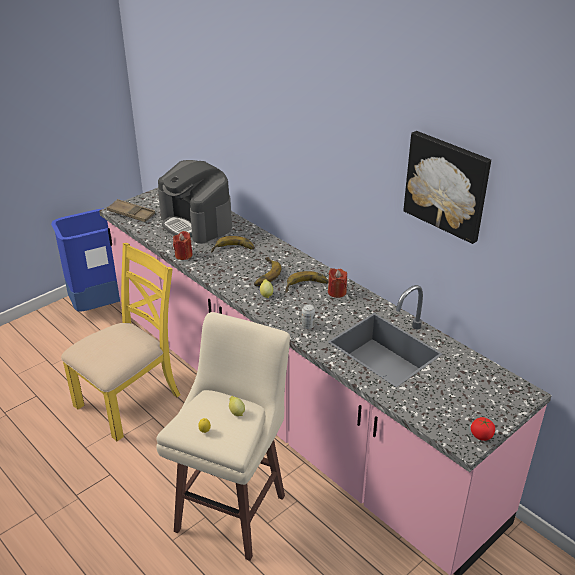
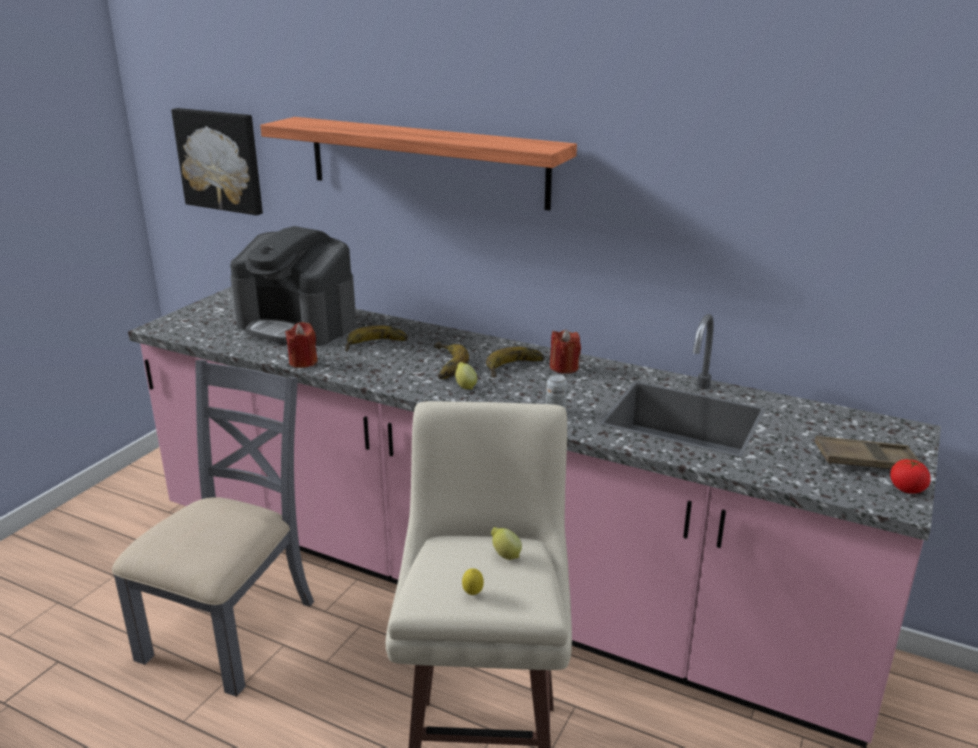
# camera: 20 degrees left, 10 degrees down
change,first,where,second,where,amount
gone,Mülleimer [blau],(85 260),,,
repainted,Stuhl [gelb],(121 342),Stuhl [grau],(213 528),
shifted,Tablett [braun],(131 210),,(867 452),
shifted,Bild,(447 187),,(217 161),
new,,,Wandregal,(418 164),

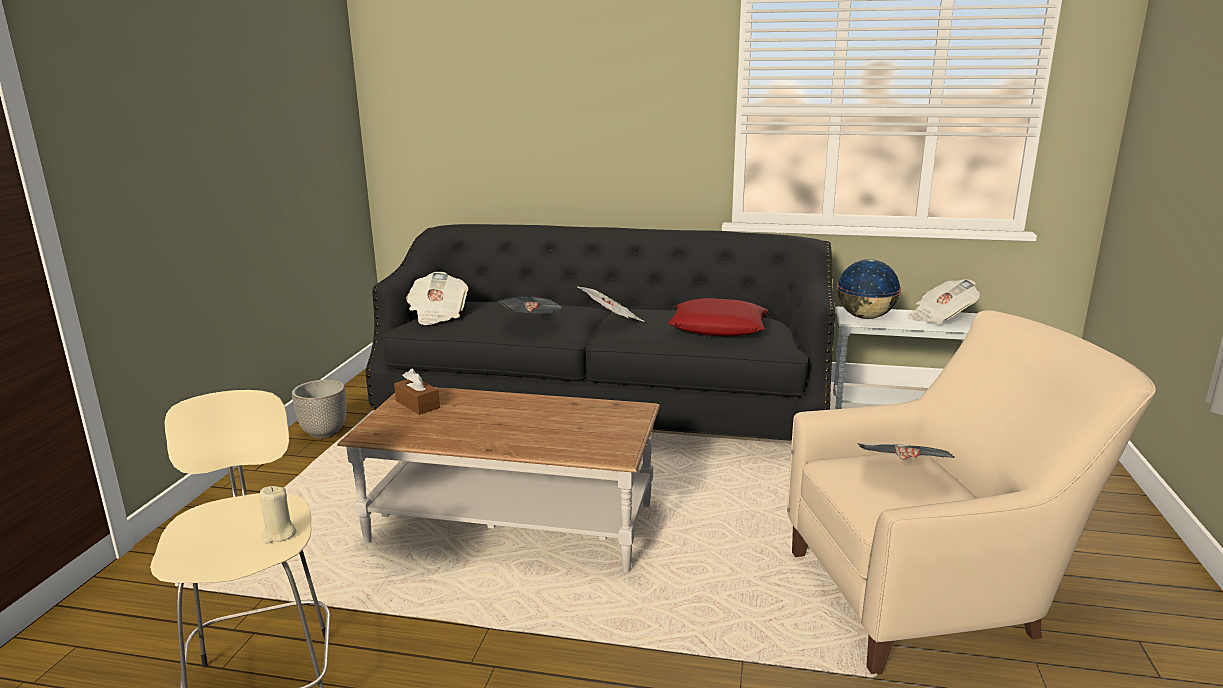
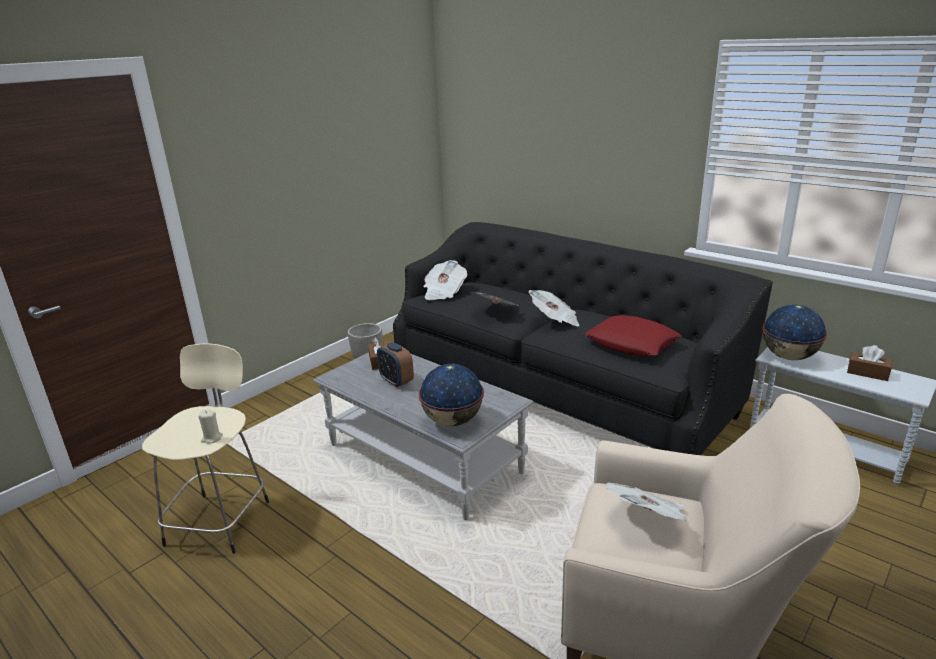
# camera: 30 degrees right, 5 degrees up
change,first,where,second,where,amount
repainted,Couchtisch [braun],(498 480),Couchtisch [grau],(423 432),
swapped,Zeitung,(944 301),Taschentuchbox [braun],(869 363),
new,,,Wecker,(395 364),
new,,,Globus,(451 395),

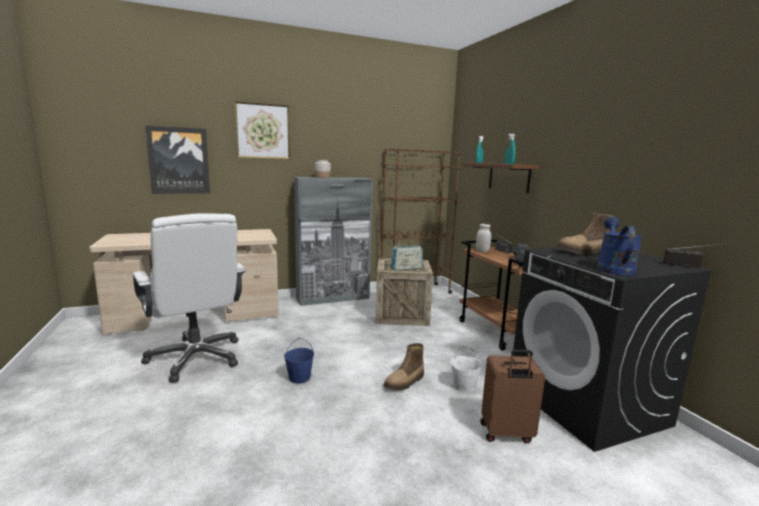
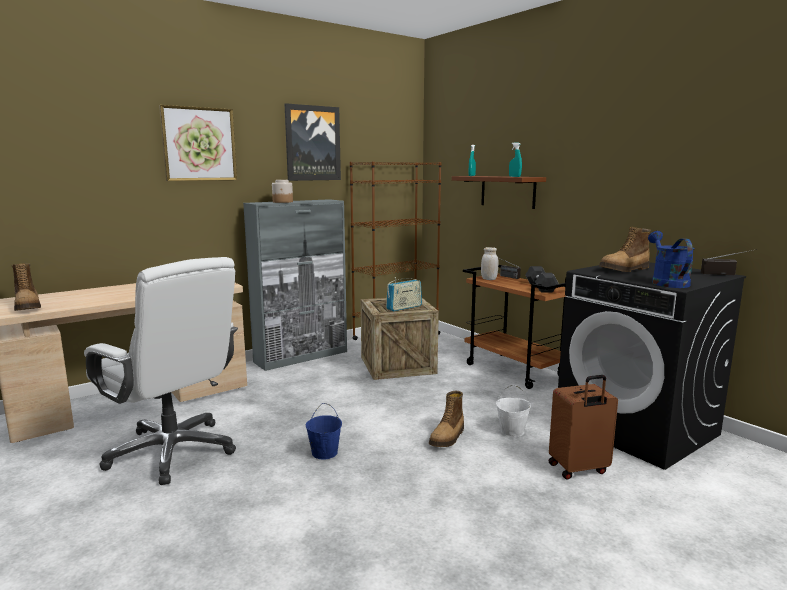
# camera: 15 degrees left, 0 degrees up
change,first,where,second,where,amount
shifted,Bild,(177 160),,(313 142),
new,,,Stiefel,(26 287),

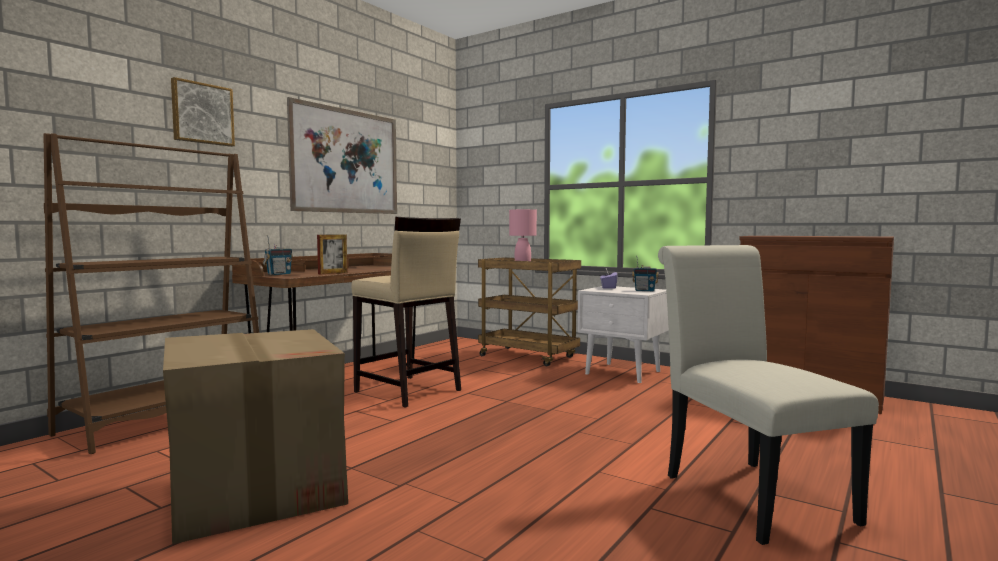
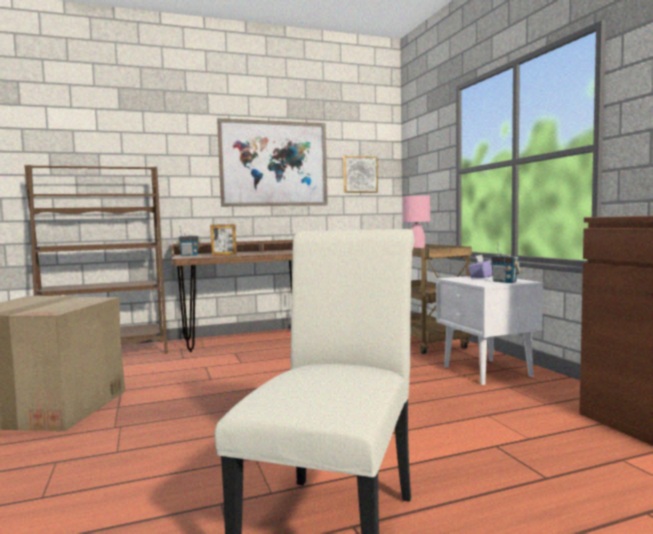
# camera: 35 degrees right, 0 degrees up
change,first,where,second,where,amount
shifted,Bild,(203 112),,(360 174),
gone,Hocker [beige],(406 312),,,

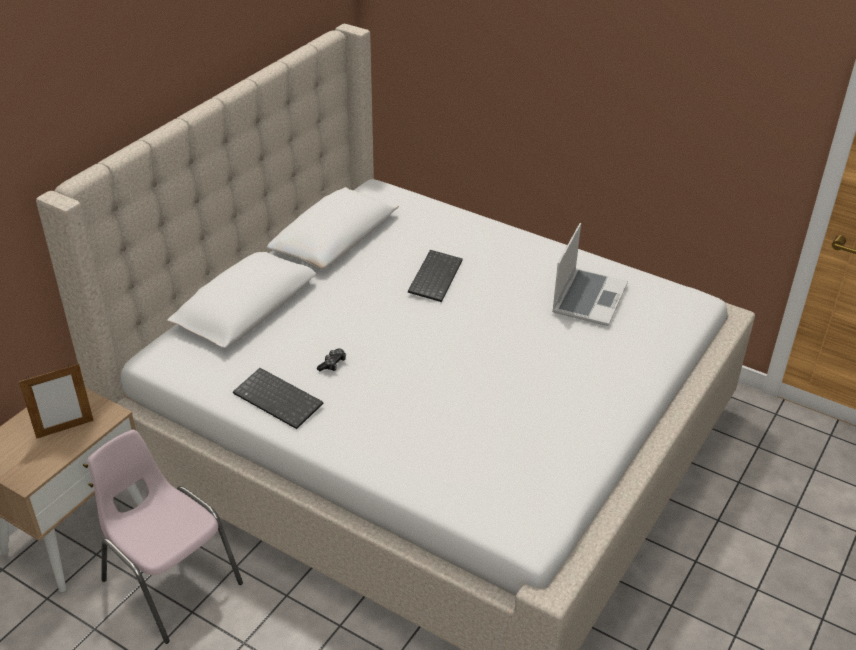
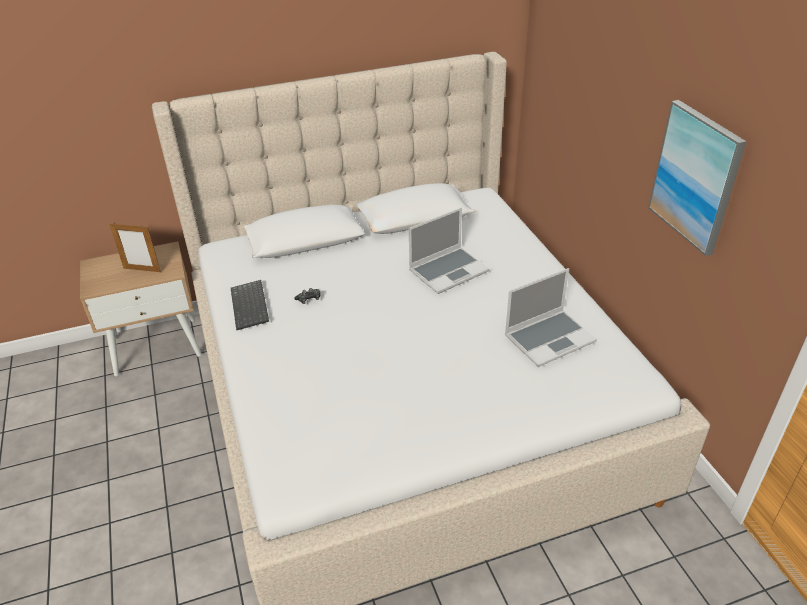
# camera: 40 degrees right, 0 degrees up
change,first,where,second,where,amount
gone,Stuhl [rosa],(165 537),,,
swapped,Tastatur,(435 276),Laptop,(449 251),
new,,,Bild,(697 178),

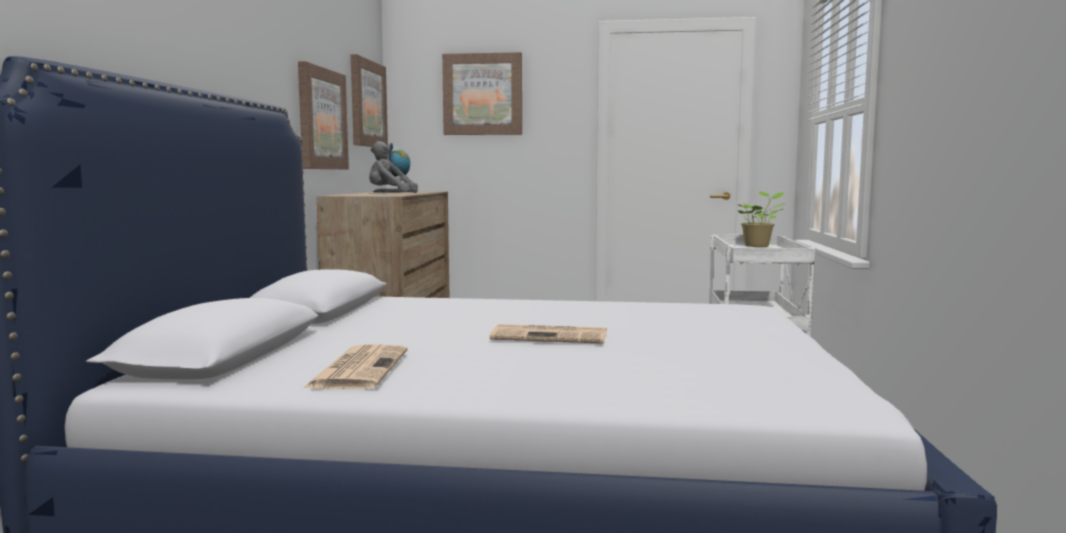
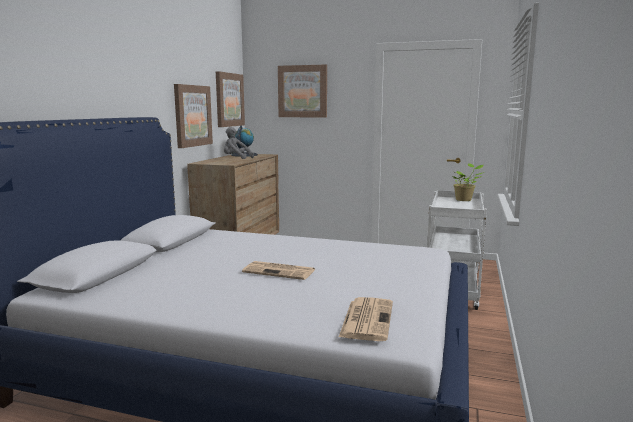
# camera: 10 degrees right, 5 degrees up
change,first,where,second,where,amount
shifted,Zeitung,(355 366),,(366 319),

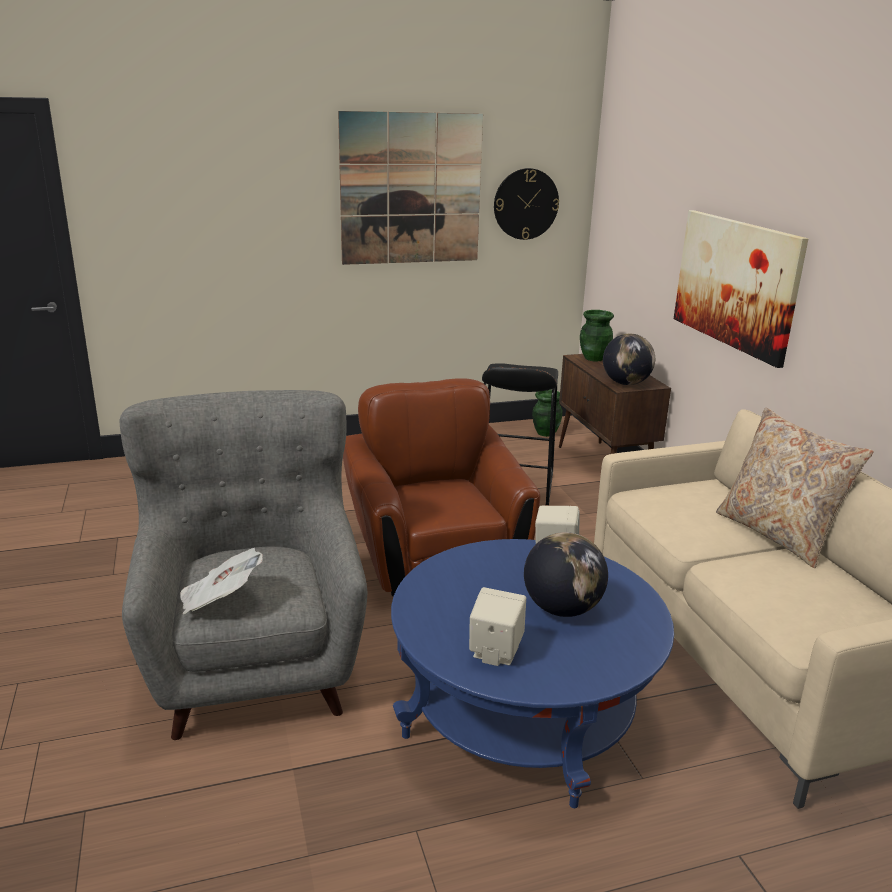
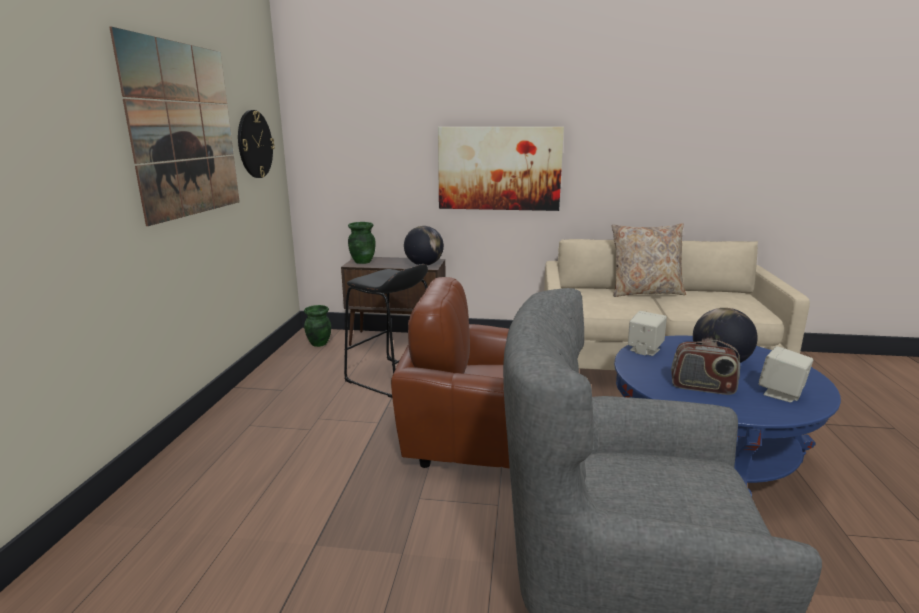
# camera: 65 degrees left, 5 degrees down
change,first,where,second,where,amount
gone,Zeitung,(221 581),,,
new,,,Radio,(705 367),

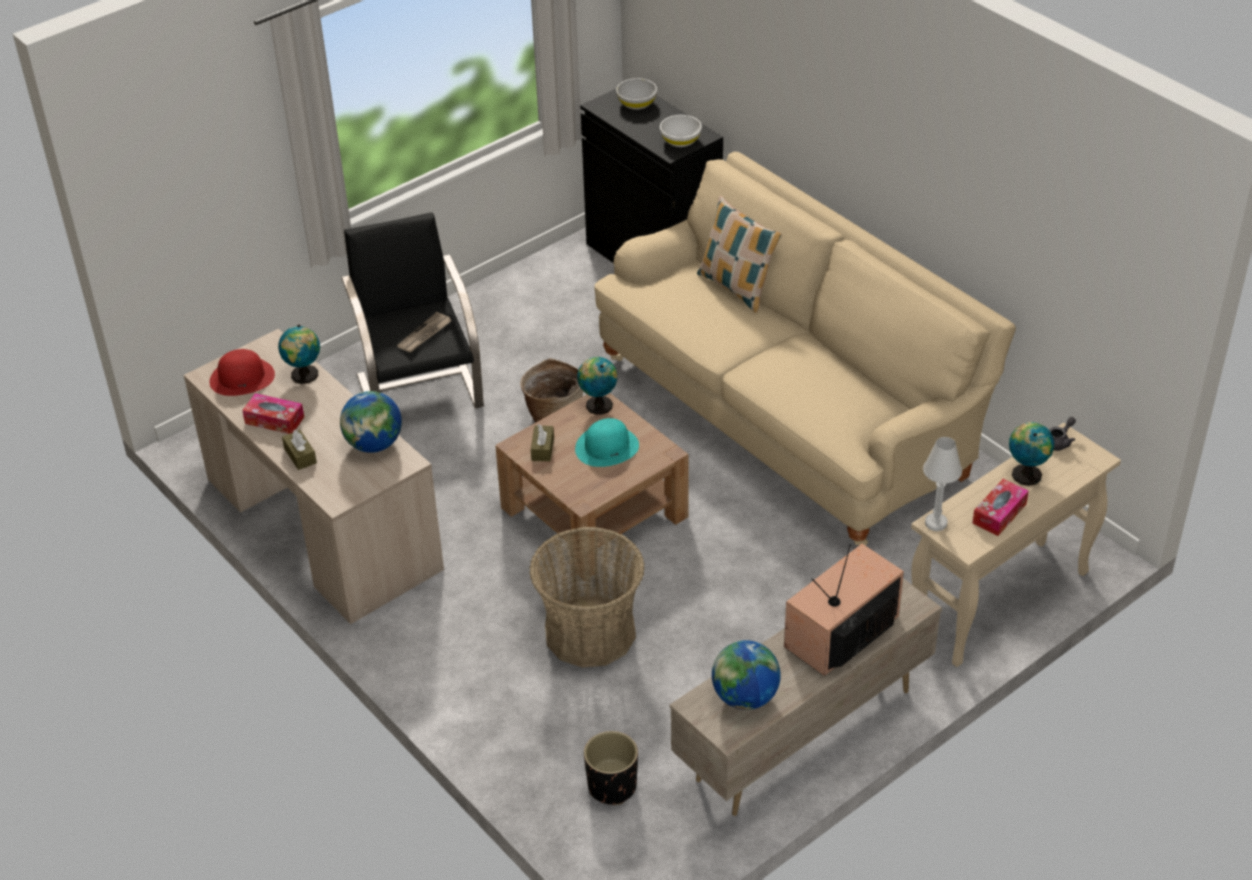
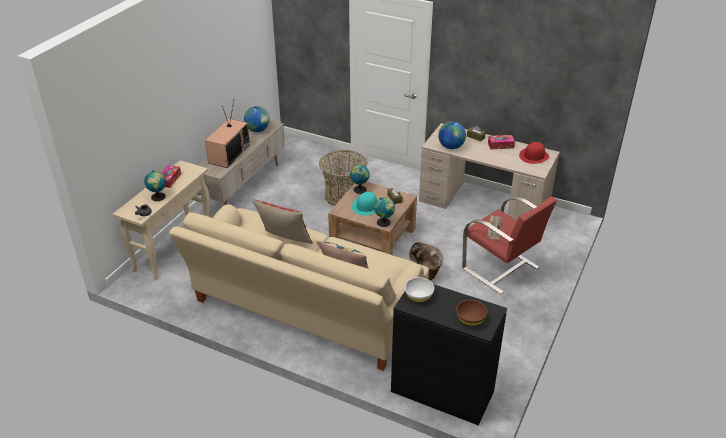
# camera: 155 degrees right, 5 degrees down
change,first,where,second,where,amount
shifted,Globus,(299 354),,(360 179),
repainted,Sessel [schwarz],(412 310),Sessel [rot],(509 245),
gone,Pflanzkübel [schwarz],(611 768),,,
repainted,Schüssel [weiß],(636 94),Schüssel [braun],(471 313),
gone,Tischlampe [weiß],(942 484),,,
new,,,Kissen,(282 221),

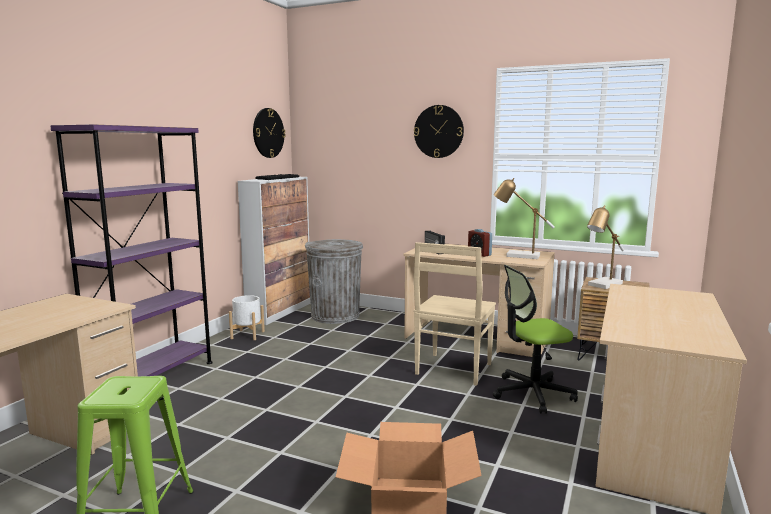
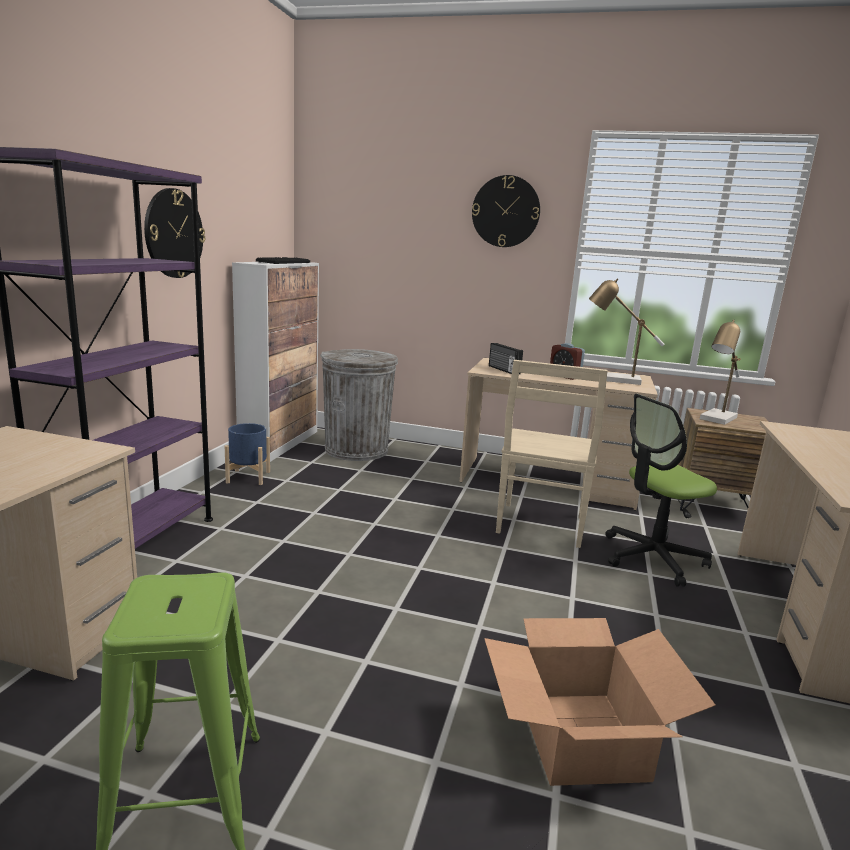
# camera: 10 degrees left, 5 degrees up
change,first,where,second,where,amount
repainted,Pflanzkübel [weiß],(247 317),Pflanzkübel [blau],(247 454),
shifted,Wanduhr,(269 133),,(174 233),

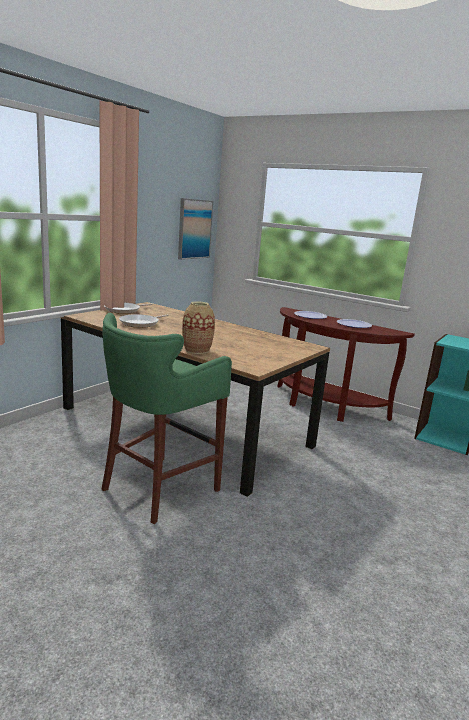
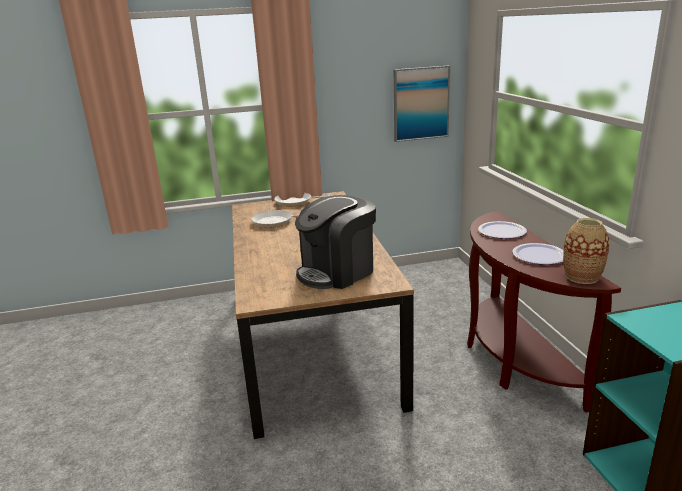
# camera: 45 degrees right, 5 degrees up
change,first,where,second,where,amount
gone,Hocker [grün],(167 418),,,
shifted,Vase,(198 327),,(586 251),
new,,,Kaffeemaschine,(335 242),

